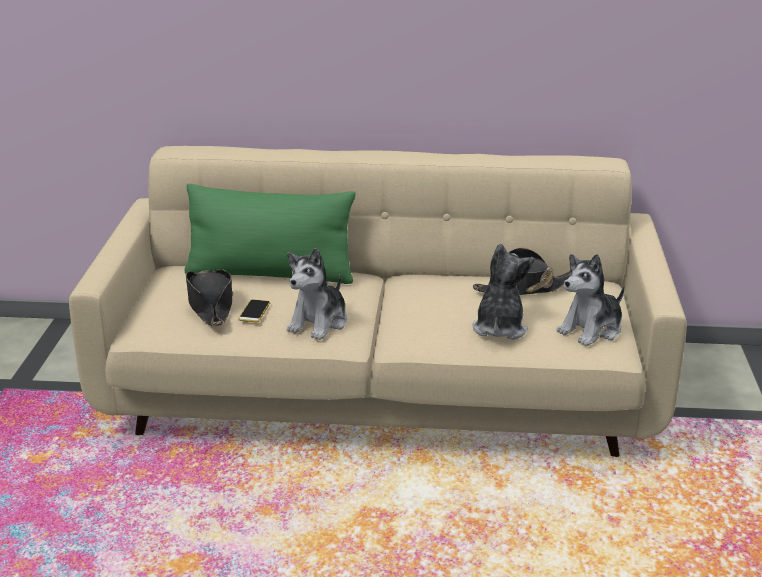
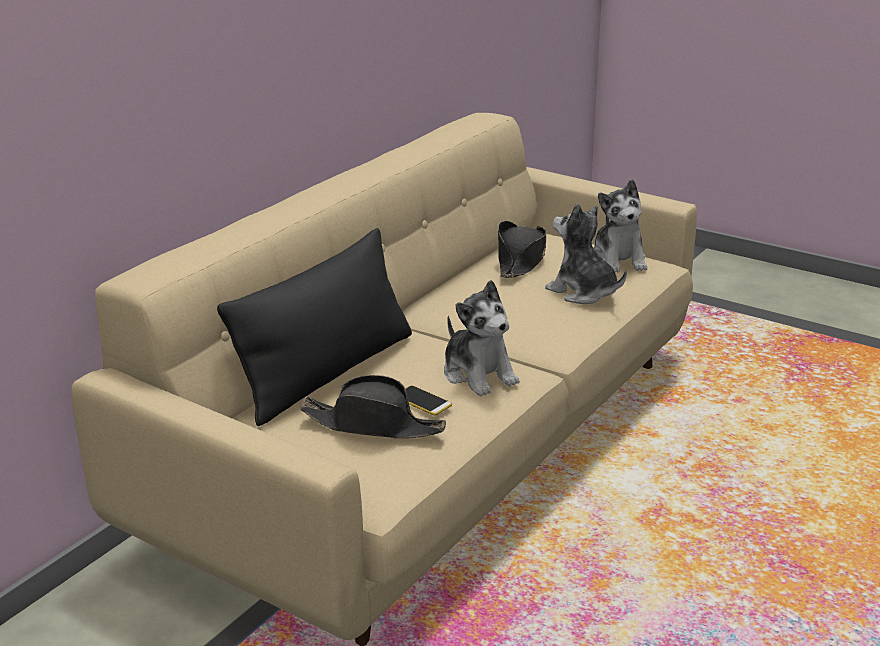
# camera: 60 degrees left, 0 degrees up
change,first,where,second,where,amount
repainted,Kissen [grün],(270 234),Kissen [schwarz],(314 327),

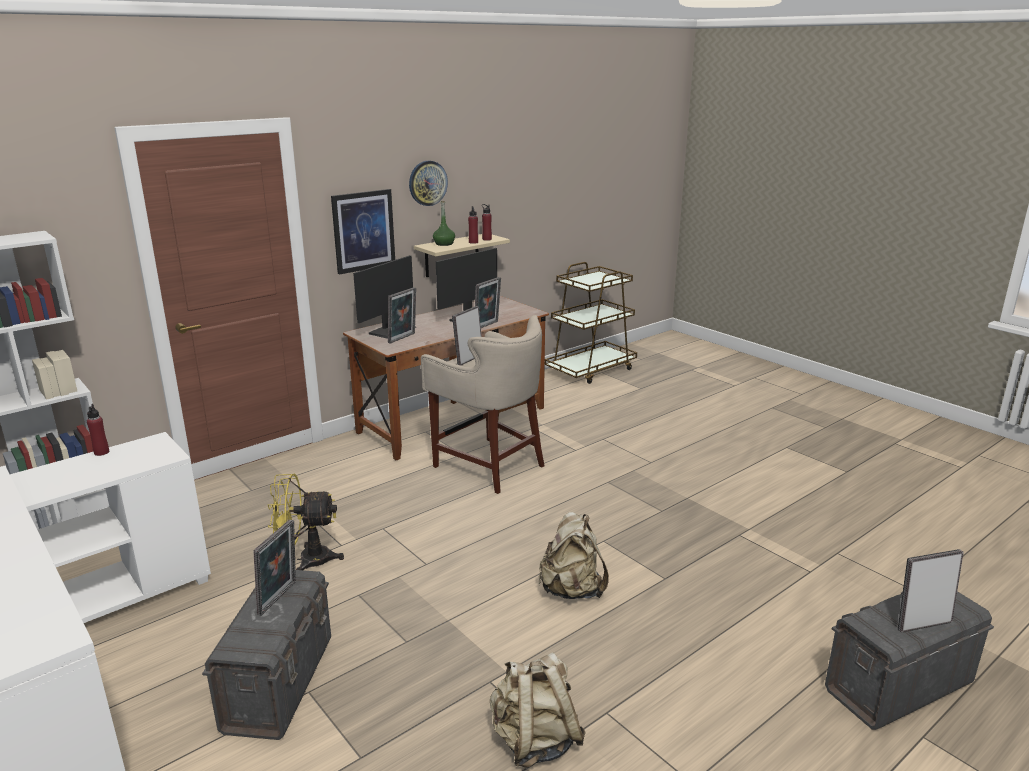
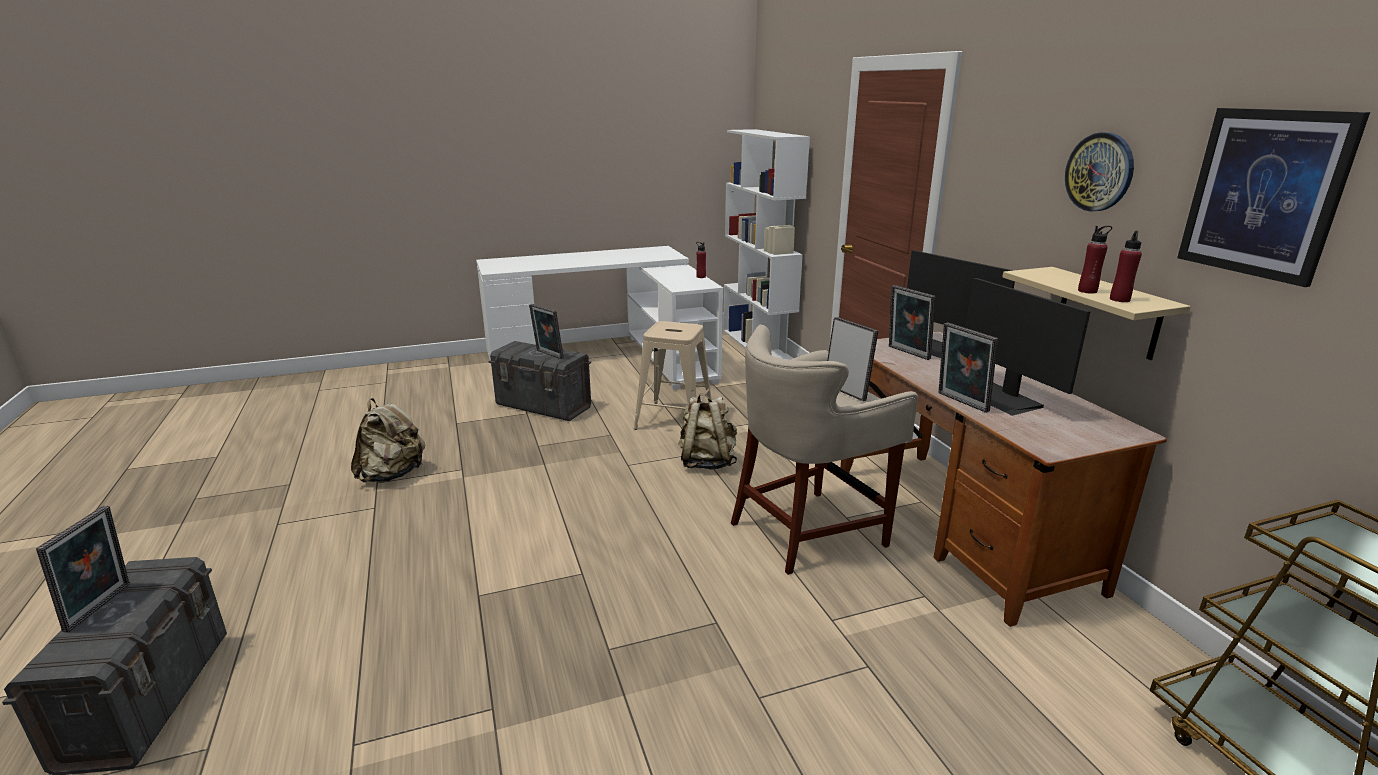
# camera: 110 degrees right, 0 degrees up
change,first,where,second,where,amount
swapped,Ventilator [gelb],(306 522),Hocker [beige],(673 375),
shifted,Bild,(363 232),,(1273 197),
gone,Flasche [grün],(444 223),,,
shifted,Rucksack [beige],(574 555),,(707 431),

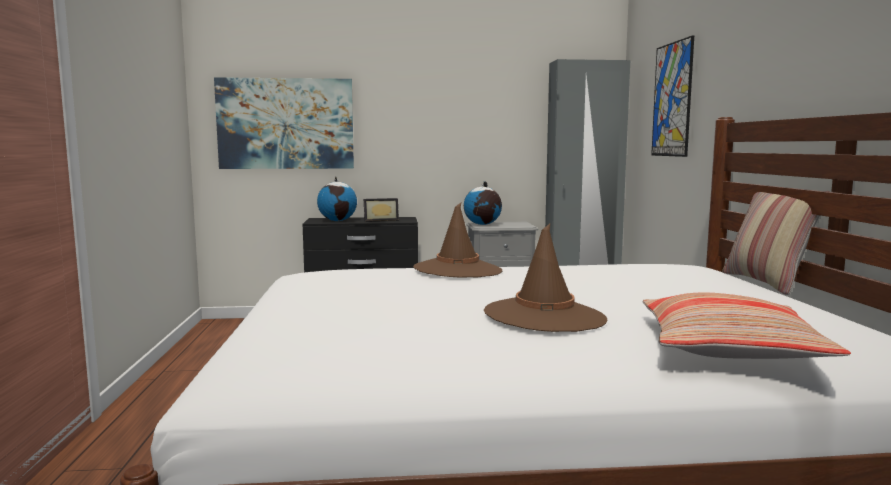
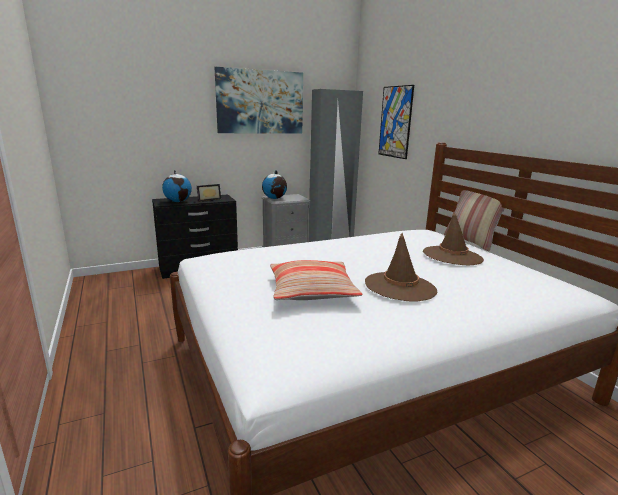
# camera: 20 degrees left, 10 degrees up
change,first,where,second,where,amount
shifted,Bild,(284 123),,(258 100),
shifted,Hut [braun],(457 240),,(453 238),
shifted,Kissen,(746 326),,(316 280),

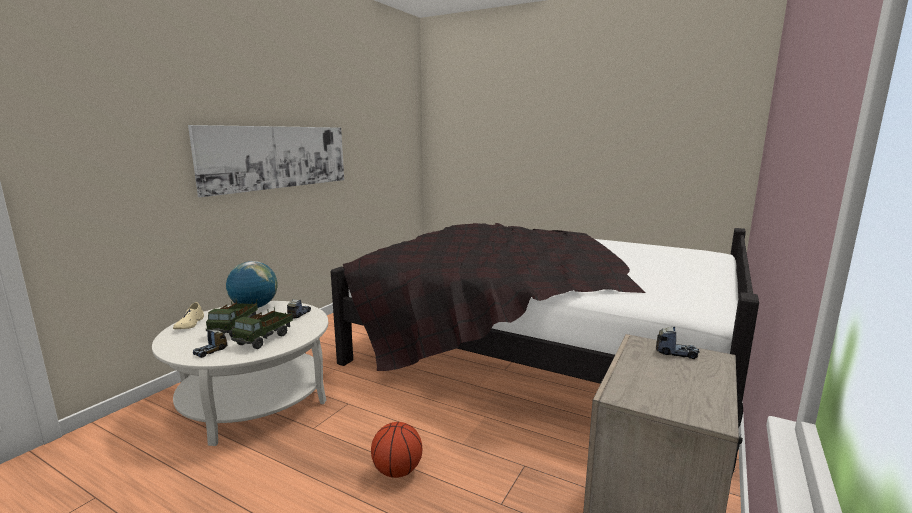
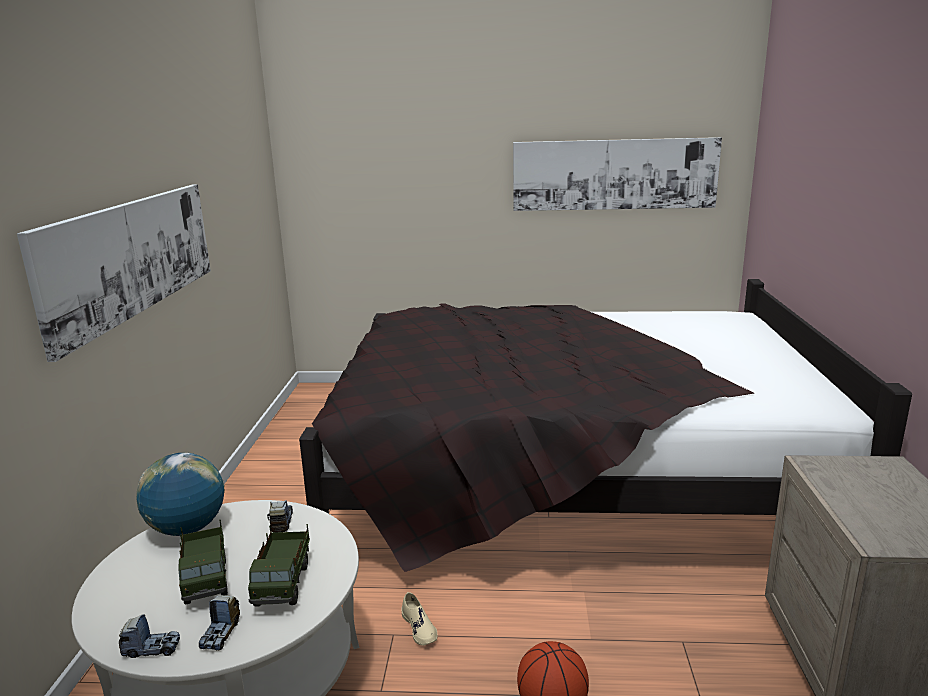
# camera: 25 degrees left, 5 degrees up
change,first,where,second,where,amount
shifted,Schuh [beige],(188 315),,(419 619),
shifted,Spielzeuglaster,(678 342),,(149 636),
new,,,Bild,(617 174),

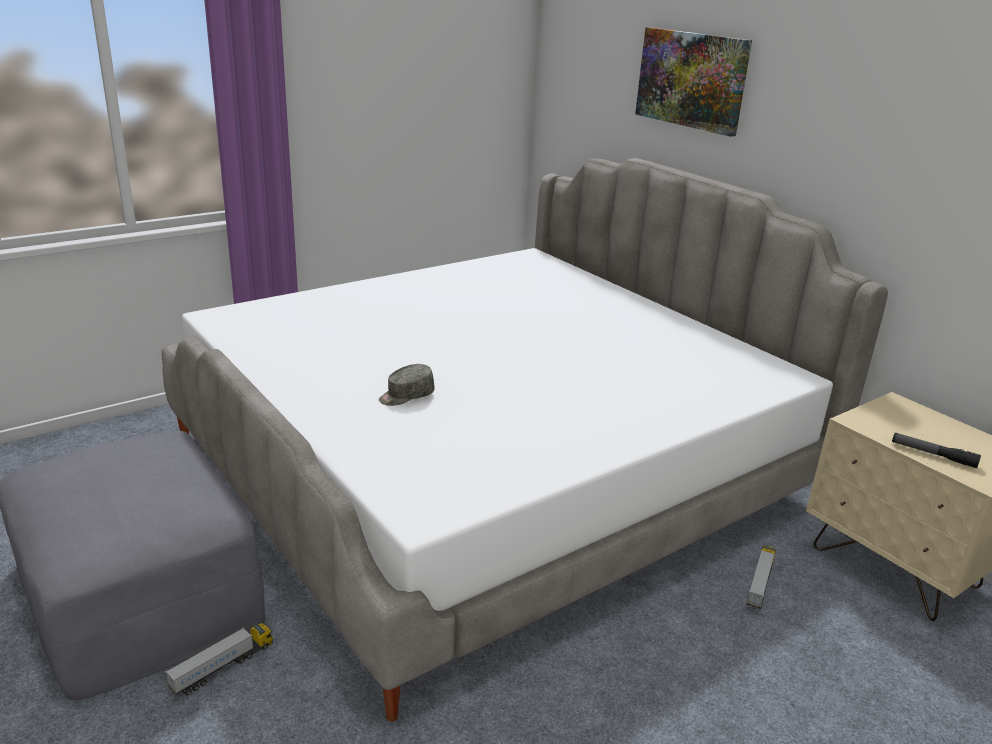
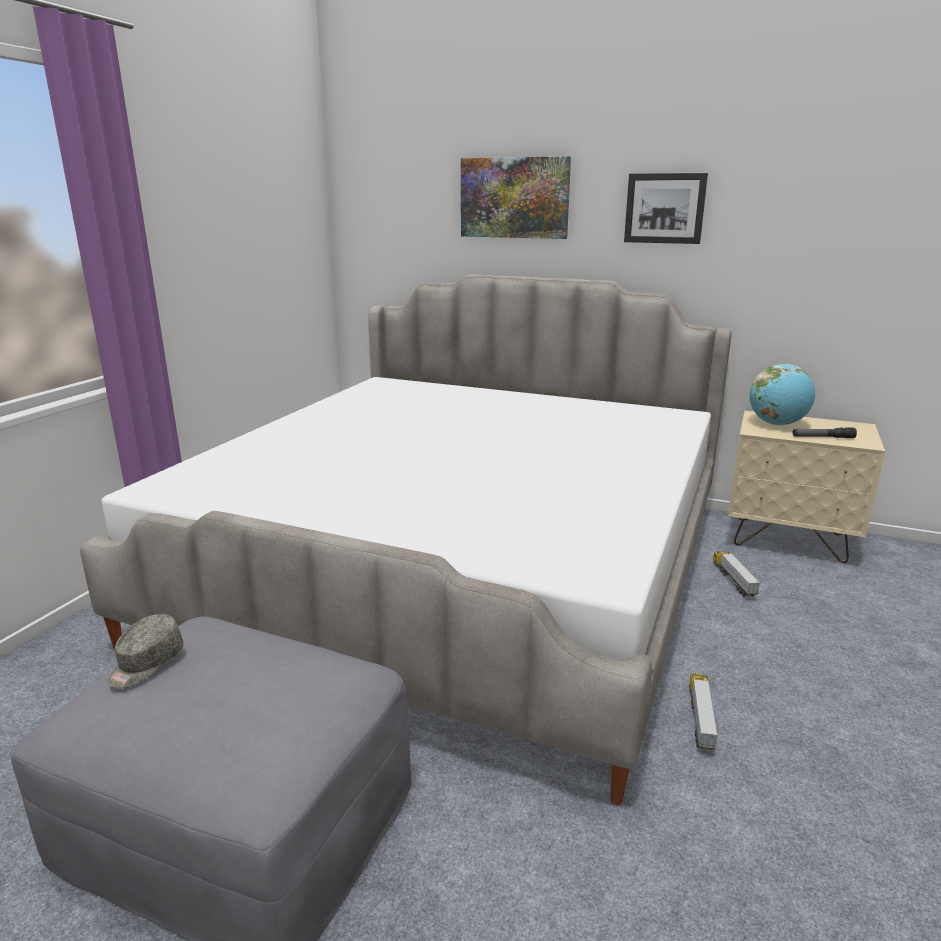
# camera: 30 degrees left, 5 degrees down
change,first,where,second,where,amount
shifted,Spielzeuglaster,(219 659),,(703 711),
shifted,Kappe [grau],(406 385),,(146 651),
new,,,Bild,(666 208),
new,,,Globus,(782 394),

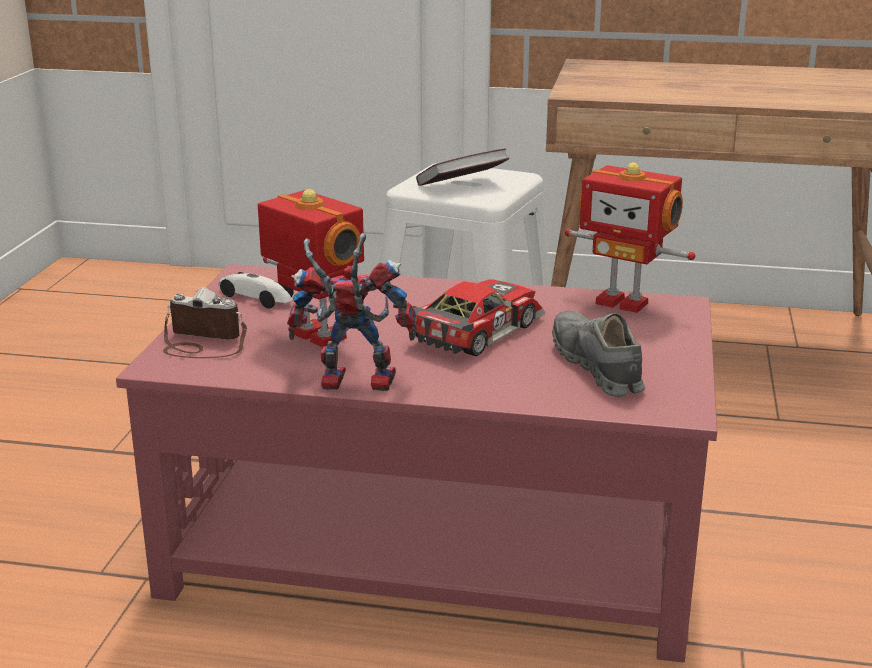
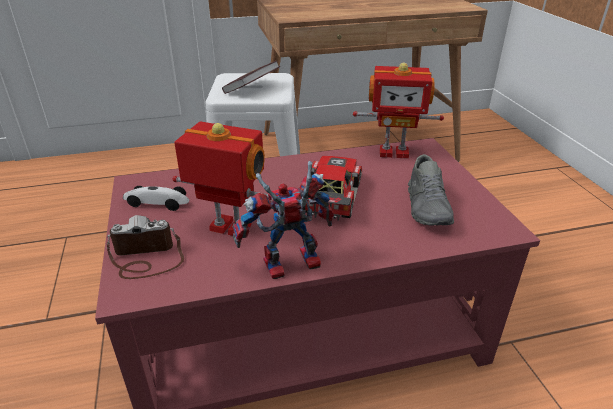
# camera: 25 degrees left, 10 degrees up
change,first,where,second,where,amount
rotated,Schuh [grau],(598 354),,(431 190),135 degrees counterclockwise

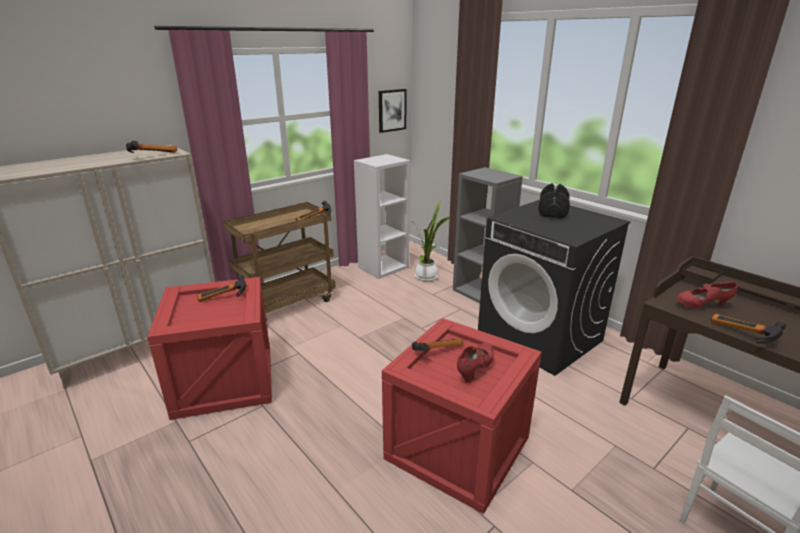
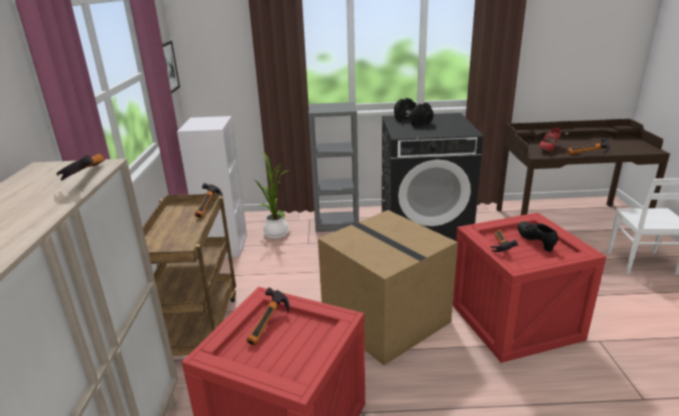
# camera: 50 degrees left, 0 degrees up
change,first,where,second,where,amount
repainted,Schuh [rot],(475 363),Schuh [schwarz],(537 236),
new,,,Karton,(388 287),

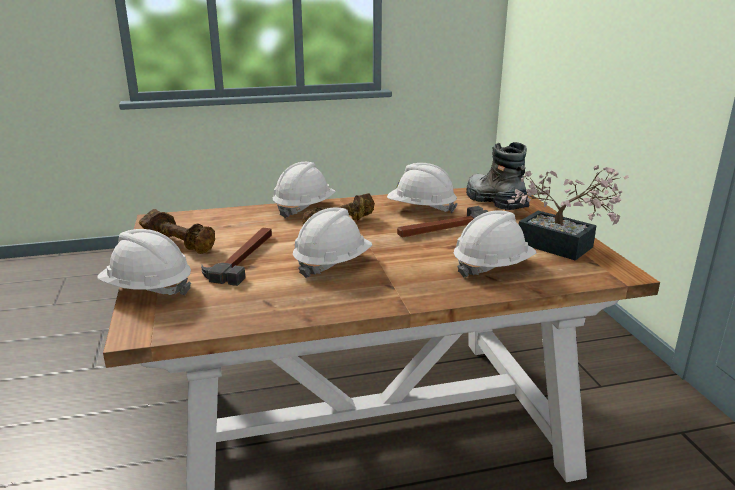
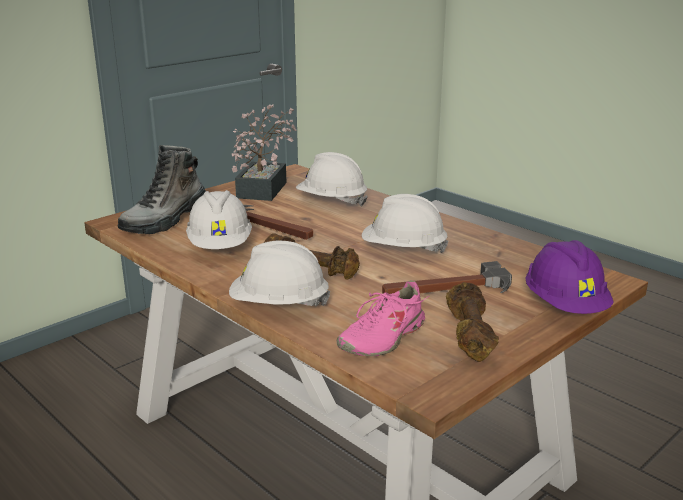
# camera: 120 degrees left, 0 degrees up
change,first,where,second,where,amount
repainted,Schutzhelm [weiß],(144 262),Schutzhelm [lila],(569 277),
new,,,Schuh [rosa],(382 318),

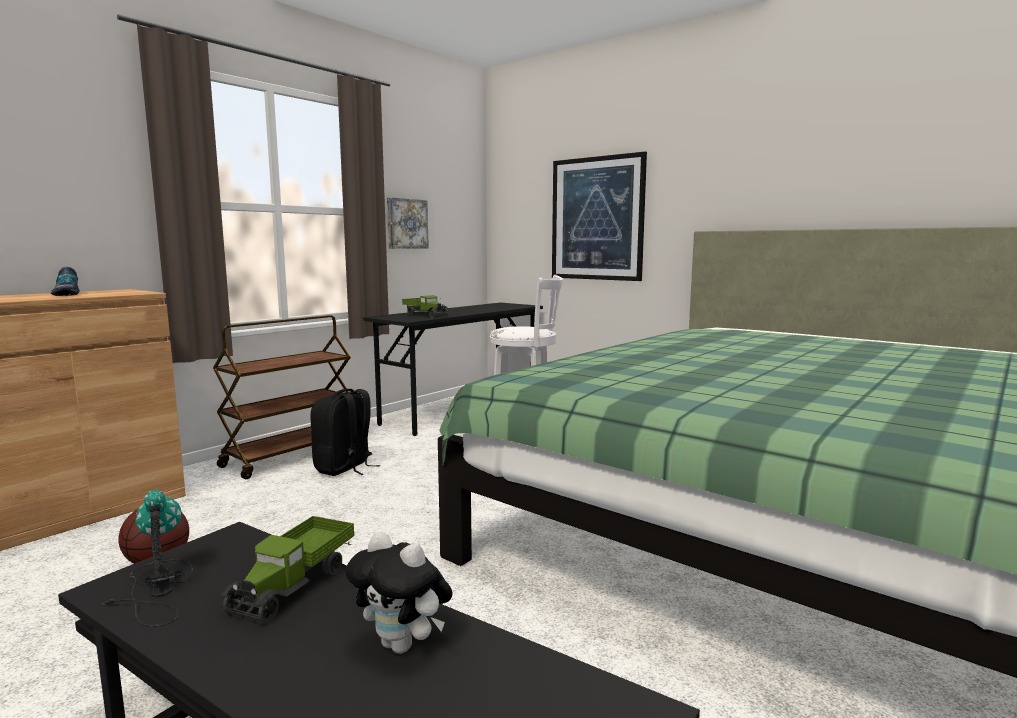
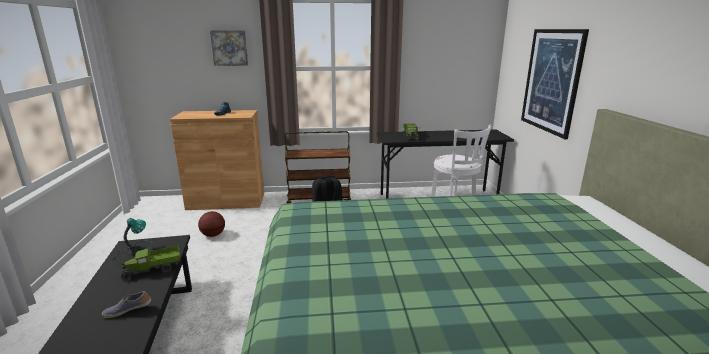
# camera: 45 degrees right, 10 degrees up
change,first,where,second,where,amount
swapped,Plüschtier,(399 593),Schuh,(126 304),
shifted,Bild,(408 223),,(229 48),

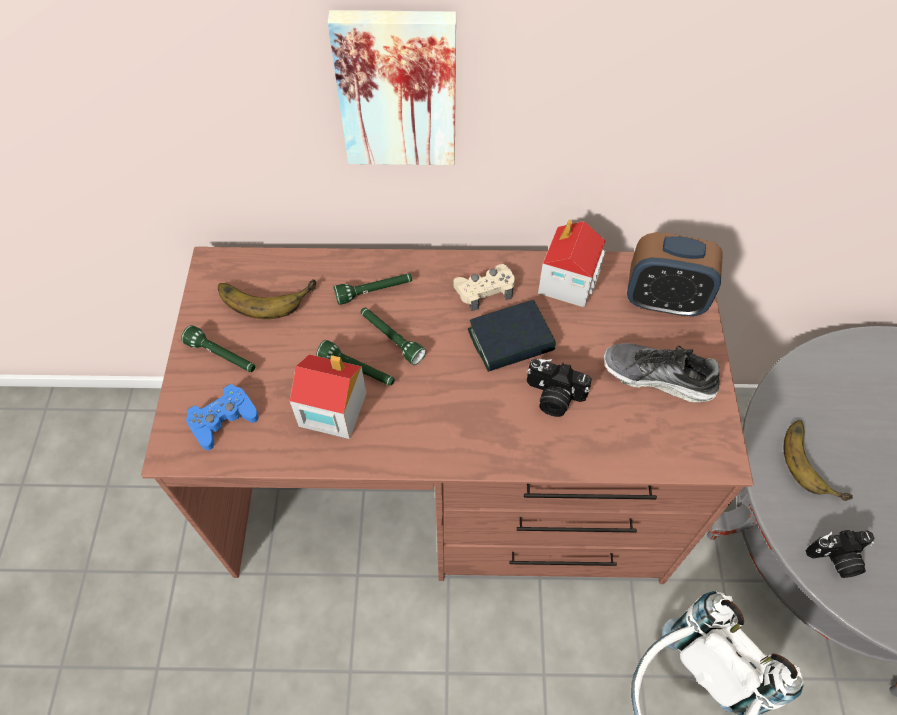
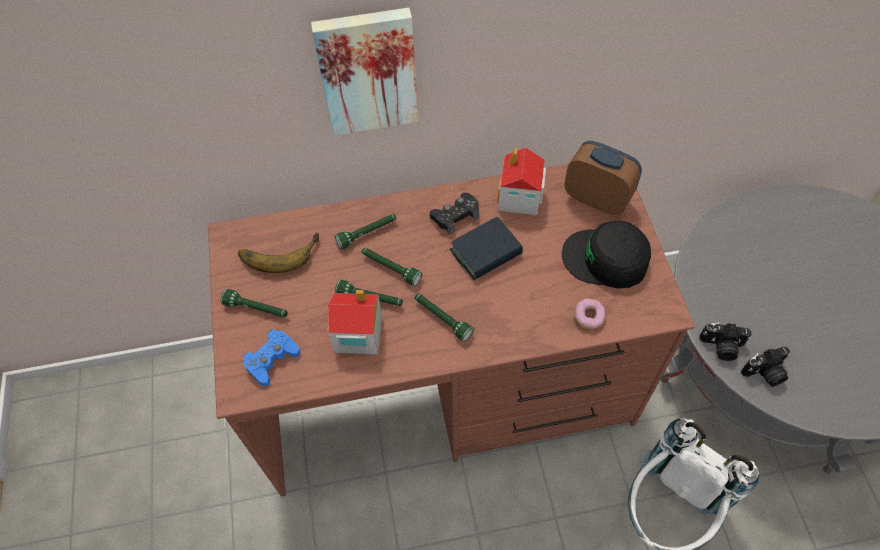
# camera: 10 degrees left, 0 degrees up
change,first,where,second,where,amount
repainted,Gamepad [beige],(484 287),Gamepad [schwarz],(454 213),
shifted,Kamera,(559 388),,(725 341),
swapped,Schuh,(662 372),Kappe [schwarz],(606 255),
rotated,Wecker,(675 274),,(603 178),150 degrees counterclockwise
gone,Banane,(818 460),,,
new,,,Taschenlampe [grün],(444 317),
new,,,Donut,(589 313),

